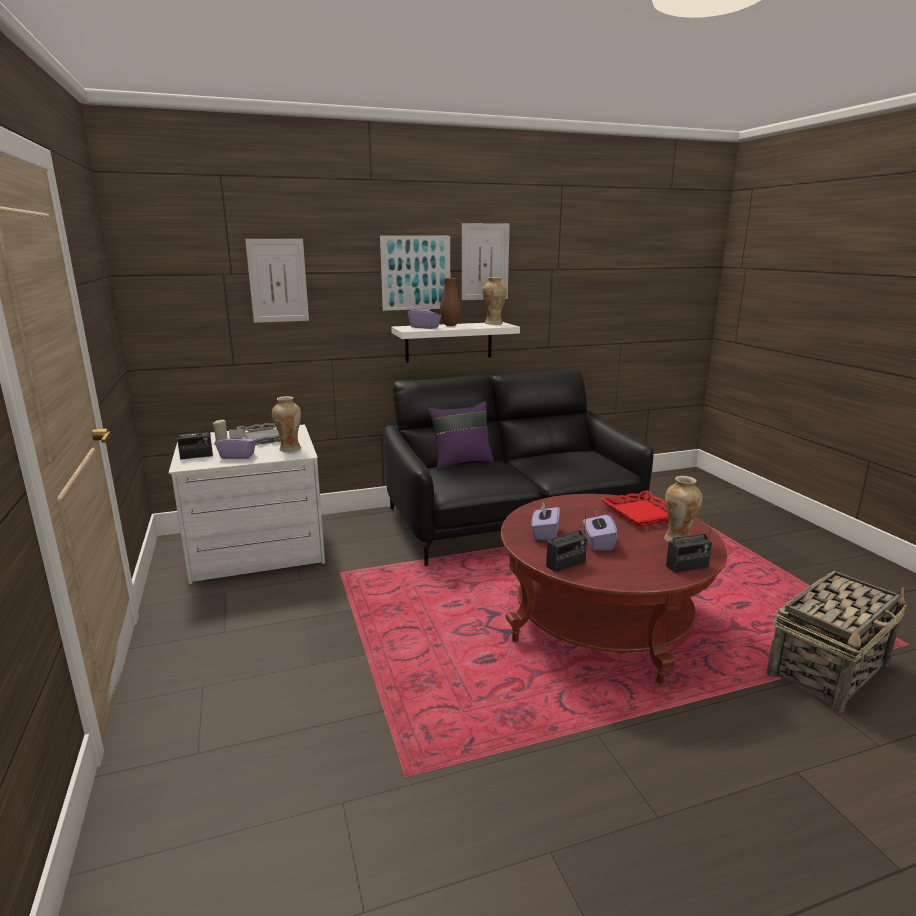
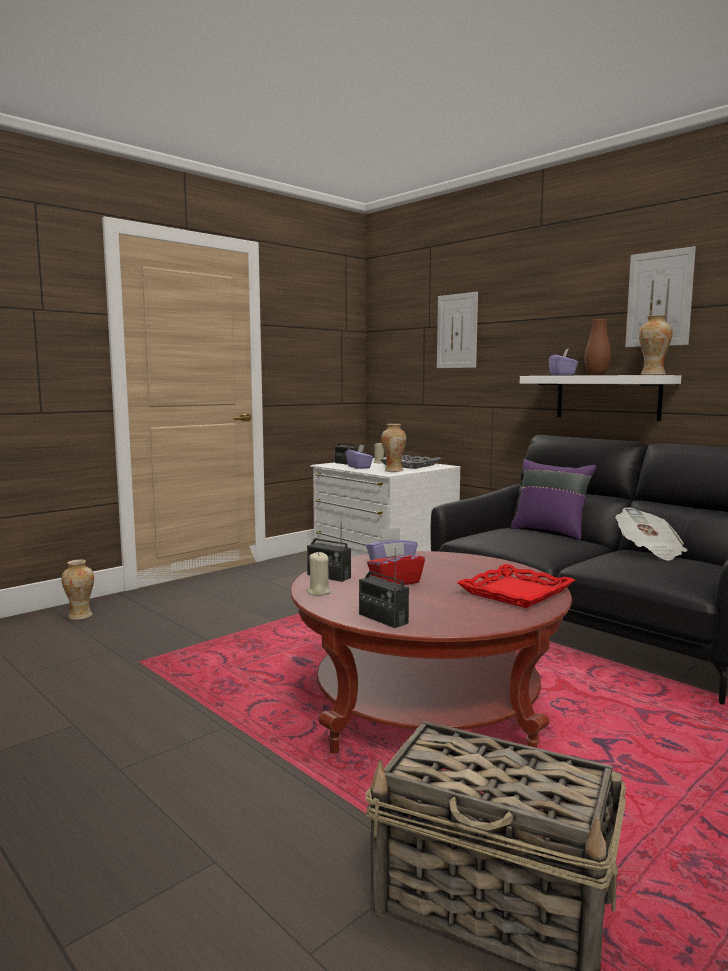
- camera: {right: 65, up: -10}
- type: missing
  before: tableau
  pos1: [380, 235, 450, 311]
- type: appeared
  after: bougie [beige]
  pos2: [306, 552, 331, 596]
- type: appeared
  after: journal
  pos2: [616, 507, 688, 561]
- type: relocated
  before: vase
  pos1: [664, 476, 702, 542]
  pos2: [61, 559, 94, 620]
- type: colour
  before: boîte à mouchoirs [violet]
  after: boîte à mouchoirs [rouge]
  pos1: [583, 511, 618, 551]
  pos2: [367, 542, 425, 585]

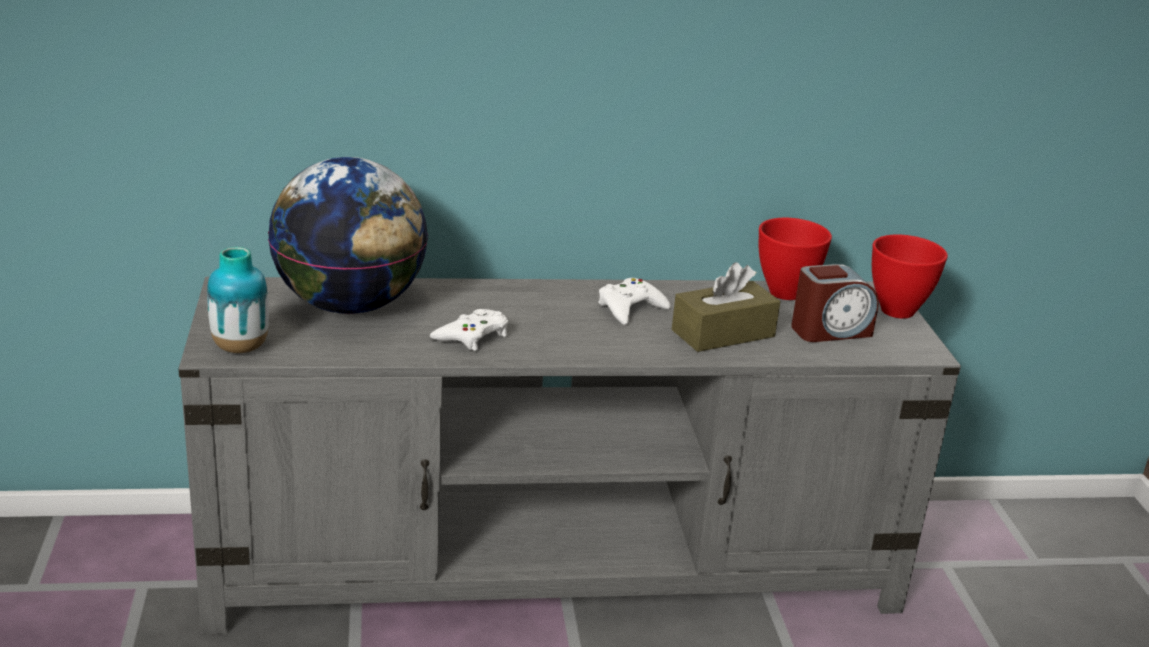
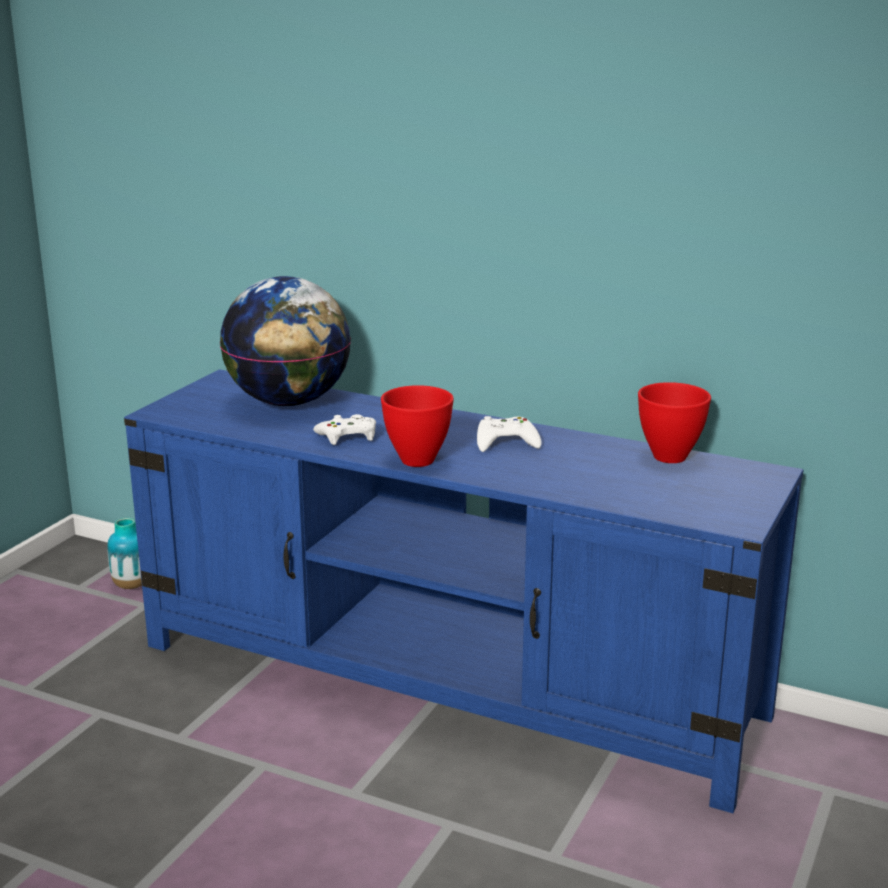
- camera: {right: 35, up: -5}
- type: missing
  before: boîte à mouchoirs [marron]
  pos1: [672, 262, 781, 352]
- type: missing
  before: réveil
  pos1: [791, 264, 879, 342]
- type: relocated
  before: vase
  pos1: [207, 247, 269, 353]
  pos2: [108, 518, 142, 589]
- type: relocated
  before: bol [rouge]
  pos1: [872, 234, 948, 319]
  pos2: [381, 385, 454, 467]
- type: colour
  before: meuble télé [gris]
  after: meuble télé [bleu]
  pos1: [178, 277, 961, 634]
  pos2: [124, 369, 803, 813]

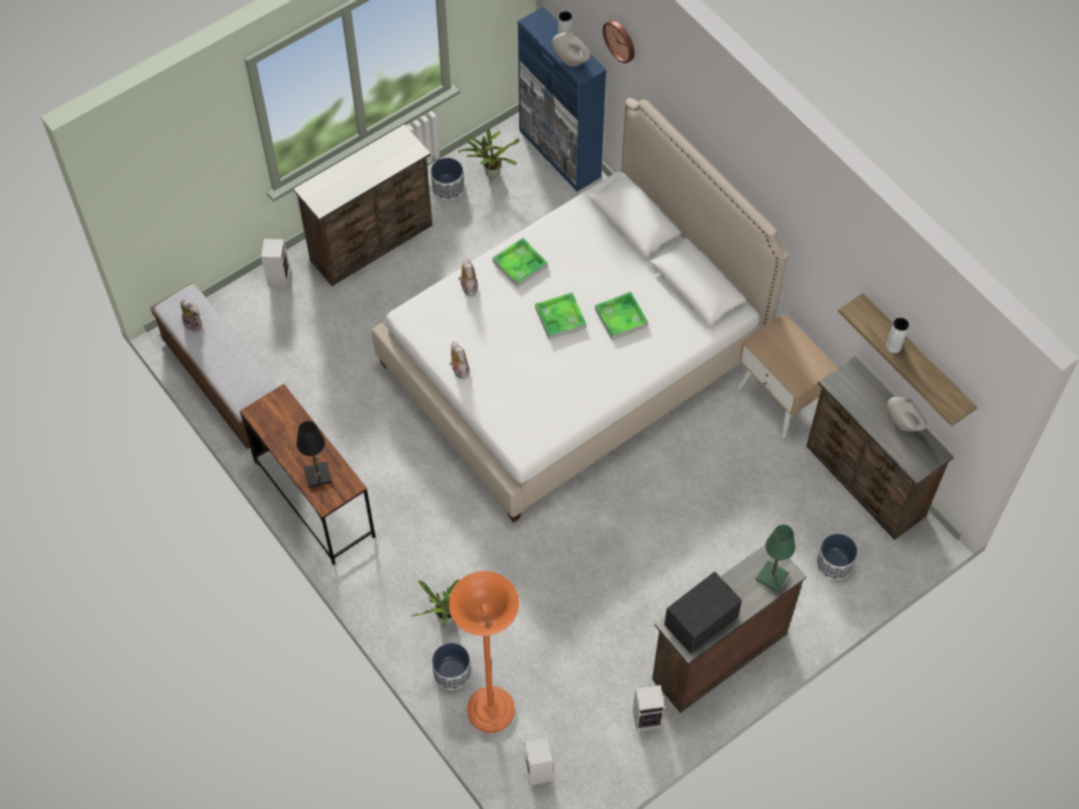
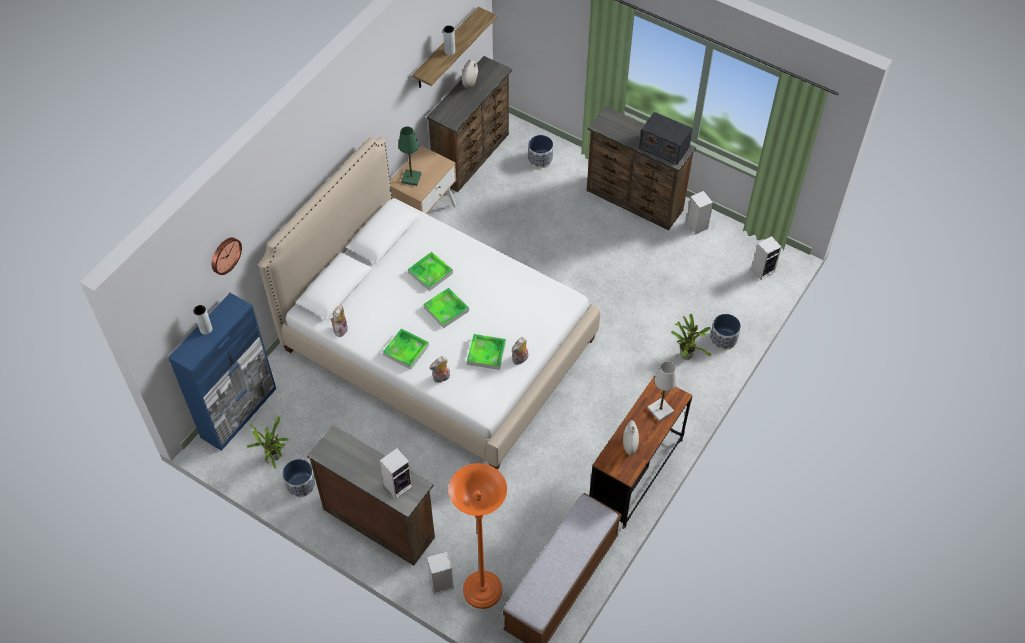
- camera: {right: -110, up: -5}
- type: appeared
  after: enceinte
  pos2: [380, 448, 413, 499]
- type: appeared
  after: plateau
  pos2: [467, 334, 506, 370]
- type: relocated
  before: peluche
  pos1: [180, 299, 202, 332]
  pos2: [330, 305, 348, 337]
- type: relocated
  before: lampadaire [orange]
  pos1: [449, 571, 519, 733]
  pos2: [449, 463, 507, 609]
- type: relocated
  before: vase [blanc]
  pos1: [552, 30, 591, 66]
  pos2: [623, 420, 639, 456]
- type: relocated
  before: lampe de table [vert]
  pos1: [756, 525, 795, 592]
  pos2: [398, 127, 422, 186]
- type: colour
  before: lampe de table [noir]
  after: lampe de table [blanc]
  pos1: [297, 421, 332, 488]
  pos2: [647, 361, 678, 421]

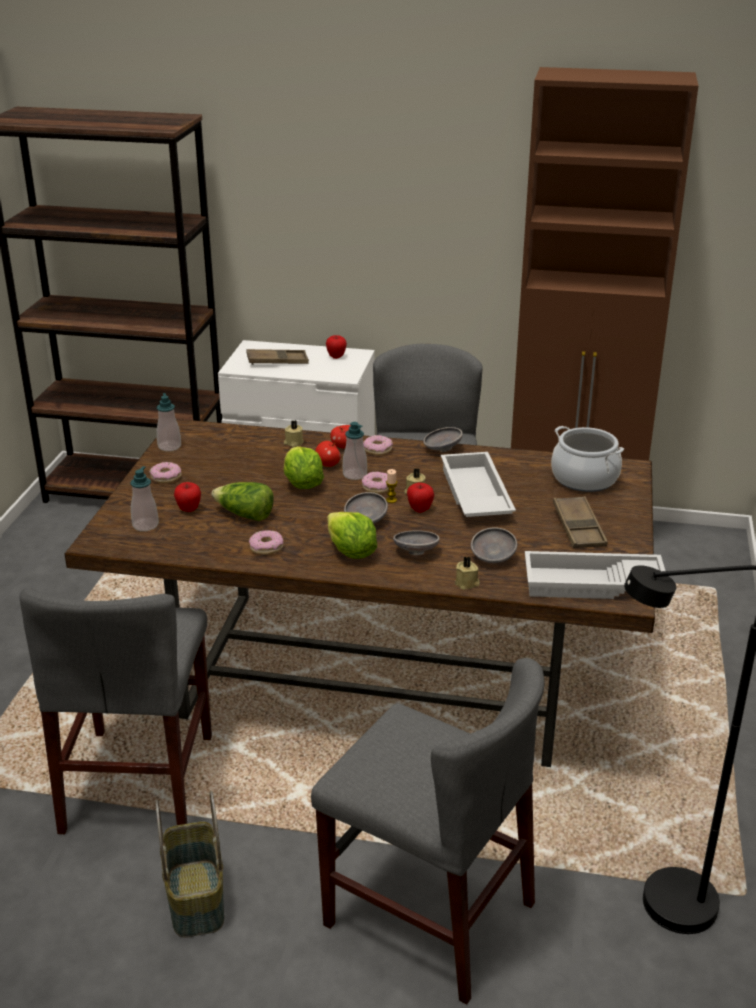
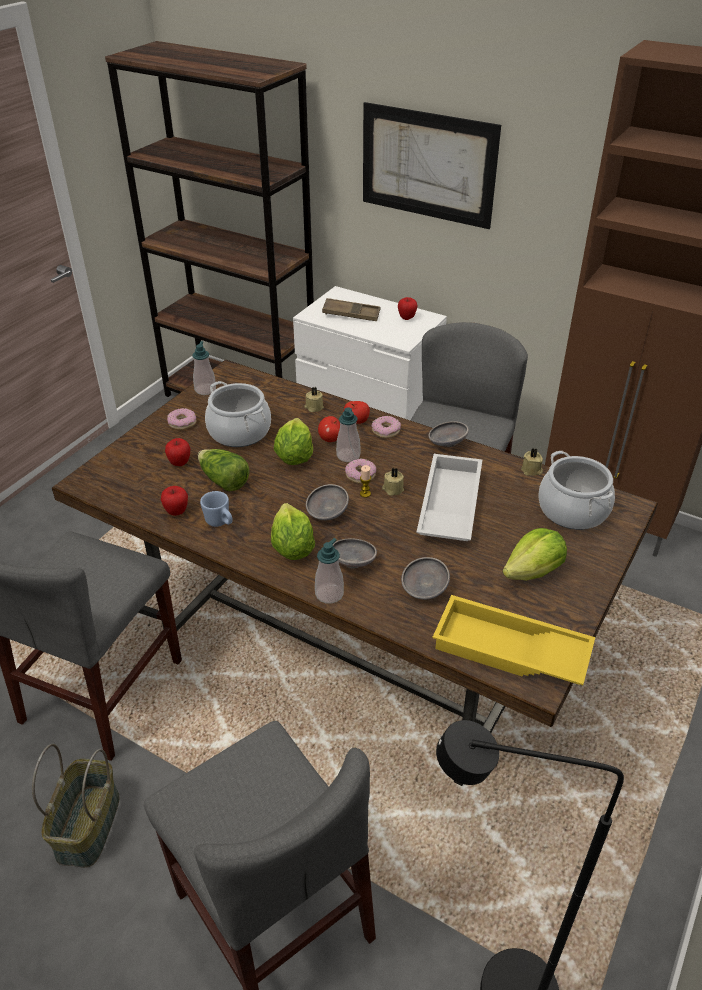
- camera: {right: 20, up: 10}
- type: appeared
  after: marmite
  pos2: [205, 381, 271, 447]
- type: appeared
  after: tableau
  pos2: [363, 102, 501, 229]
- type: relocated
  before: distributeur de savon
  pos1: [130, 466, 159, 531]
  pos2: [315, 538, 344, 604]
- type: relocated
  before: pomme
  pos1: [407, 483, 434, 513]
  pos2: [161, 486, 188, 516]
- type: relocated
  before: bougie [beige]
  pos1: [455, 556, 480, 590]
  pos2: [521, 448, 543, 476]
- type: exchanged
  before: beignet
  after: mug [bleu]
  pos1: [249, 530, 283, 555]
  pos2: [200, 491, 233, 527]
- type: exchanged
  before: plateau [marron]
  after: laitue
  pos1: [553, 496, 607, 548]
  pos2: [503, 528, 567, 581]
- type: colour
  before: plateau [blanc]
  after: plateau [jaune]
  pos1: [525, 551, 665, 599]
  pos2: [433, 595, 595, 685]

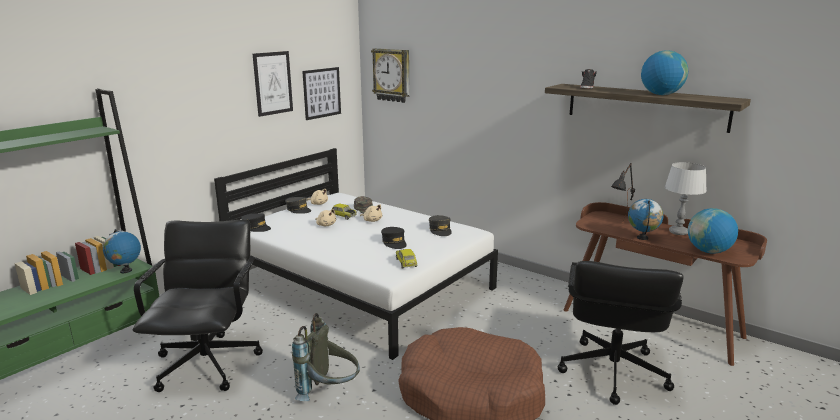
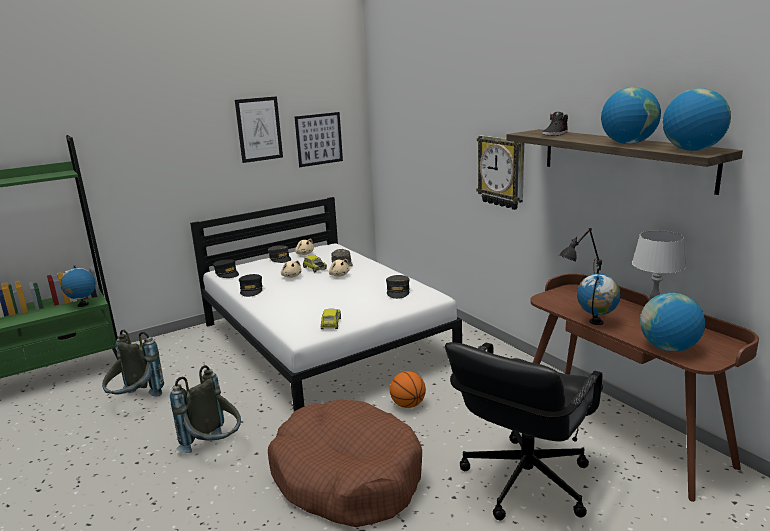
- camera: {right: 20, up: 0}
- type: appeared
  after: ballon de basket
  pos2: [390, 371, 426, 408]
- type: appeared
  after: globe
  pos2: [663, 88, 731, 151]
- type: relocated
  before: horloge murale
  pos1: [371, 48, 409, 103]
  pos2: [476, 135, 524, 210]
- type: relocated
  before: casquette [noir]
  pos1: [381, 227, 407, 249]
  pos2: [239, 274, 263, 297]
- type: exchanged
  before: chaise de bureau [noir]
  after: sac à dos [gris]
  pos1: [133, 220, 263, 392]
  pos2: [102, 329, 164, 397]

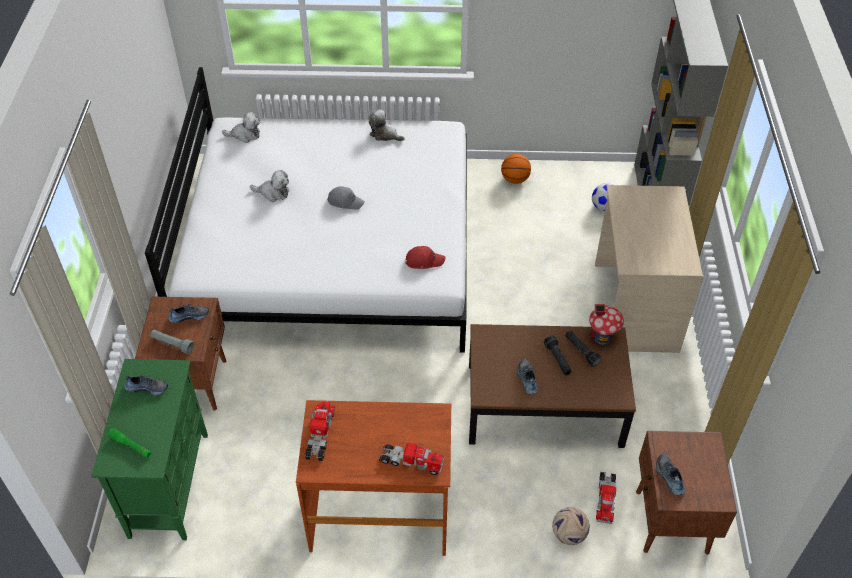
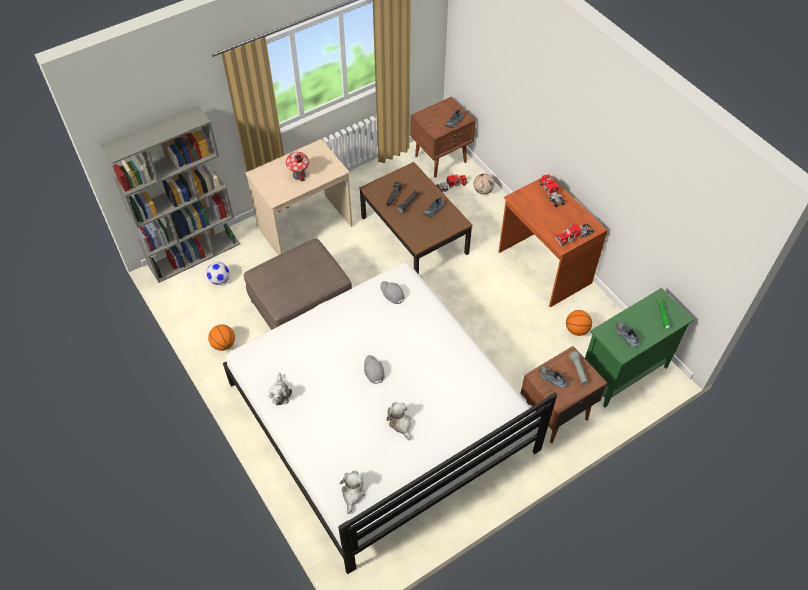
- camera: {right: -125, up: 5}
- type: appeared
  after: pouf [marron]
  pos2: [244, 238, 352, 330]
- type: appeared
  after: ballon de basket
  pos2: [566, 310, 592, 336]
- type: relocated
  before: maison miniature
  pos1: [589, 304, 624, 345]
  pos2: [286, 152, 309, 182]
- type: colour
  before: casquette [rouge]
  after: casquette [gris]
  pos1: [405, 246, 446, 269]
  pos2: [380, 281, 405, 304]
- type: spun
  before: peluche
  pos1: [222, 112, 260, 143]
  pos2: [339, 471, 365, 514]
  turn: 45

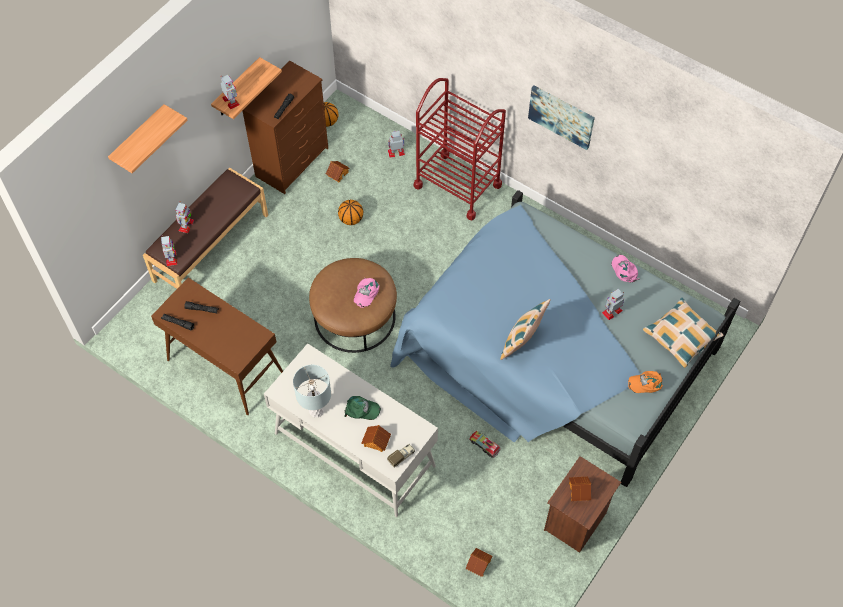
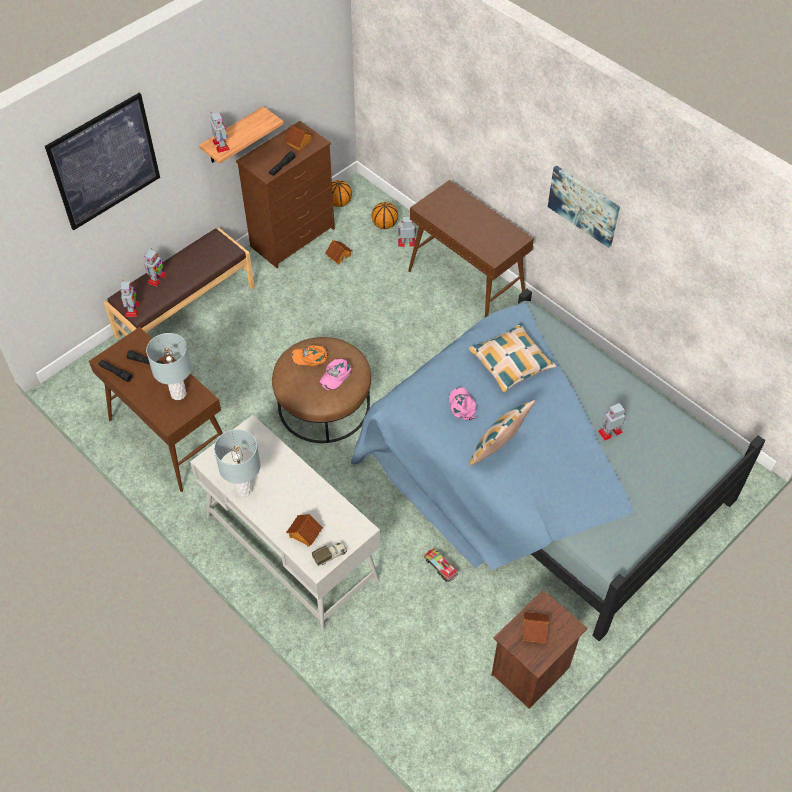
- camera: {right: 10, up: -5}
- type: missing
  before: casquette [vert]
  pos1: [344, 396, 381, 420]
- type: appeared
  after: lampe de table [gris]
  pos2: [146, 333, 192, 400]
- type: relocated
  before: ballon de basket
  pos1: [338, 200, 363, 225]
  pos2: [371, 202, 398, 229]
- type: relocated
  before: maison miniature
  pos1: [466, 548, 493, 577]
  pos2: [285, 125, 313, 151]
- type: relocated
  before: casquette [rose]
  pos1: [612, 255, 640, 283]
  pos2: [449, 387, 477, 420]
- type: relocated
  before: casquette [orange]
  pos1: [628, 371, 663, 393]
  pos2: [291, 345, 328, 366]
- type: relocated
  before: coussin
  pos1: [643, 298, 724, 368]
  pos2: [469, 323, 557, 392]
- type: exchanged
  before: étagère
  after: tableau
  pos1: [108, 104, 187, 173]
  pos2: [45, 93, 160, 230]
- type: exchanged
  before: chariot [rouge]
  after: table console [marron]
  pos1: [414, 78, 506, 220]
  pos2: [408, 180, 534, 317]

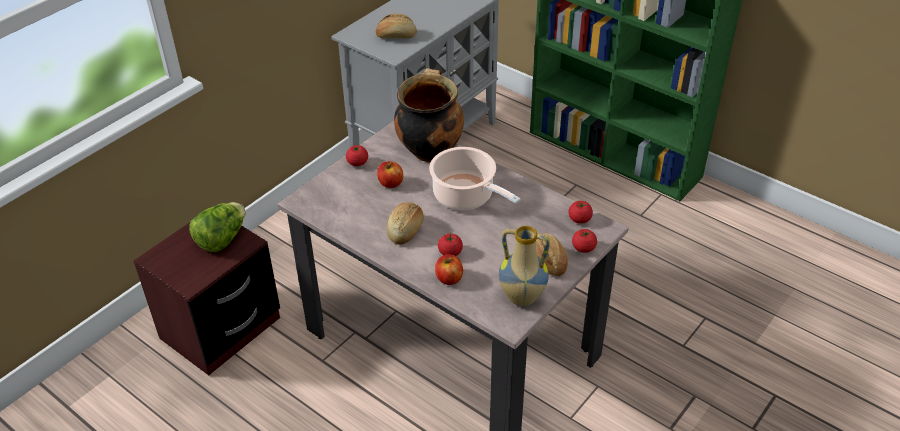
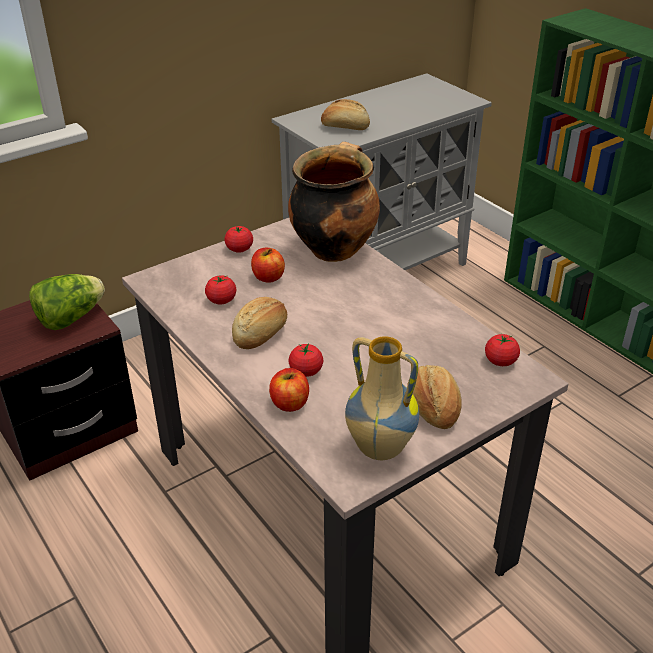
- camera: {right: 15, up: -5}
- type: missing
  before: marmite
  pos1: [429, 147, 520, 210]
- type: relocated
  before: tomate
  pos1: [572, 229, 597, 253]
  pos2: [205, 275, 236, 305]

